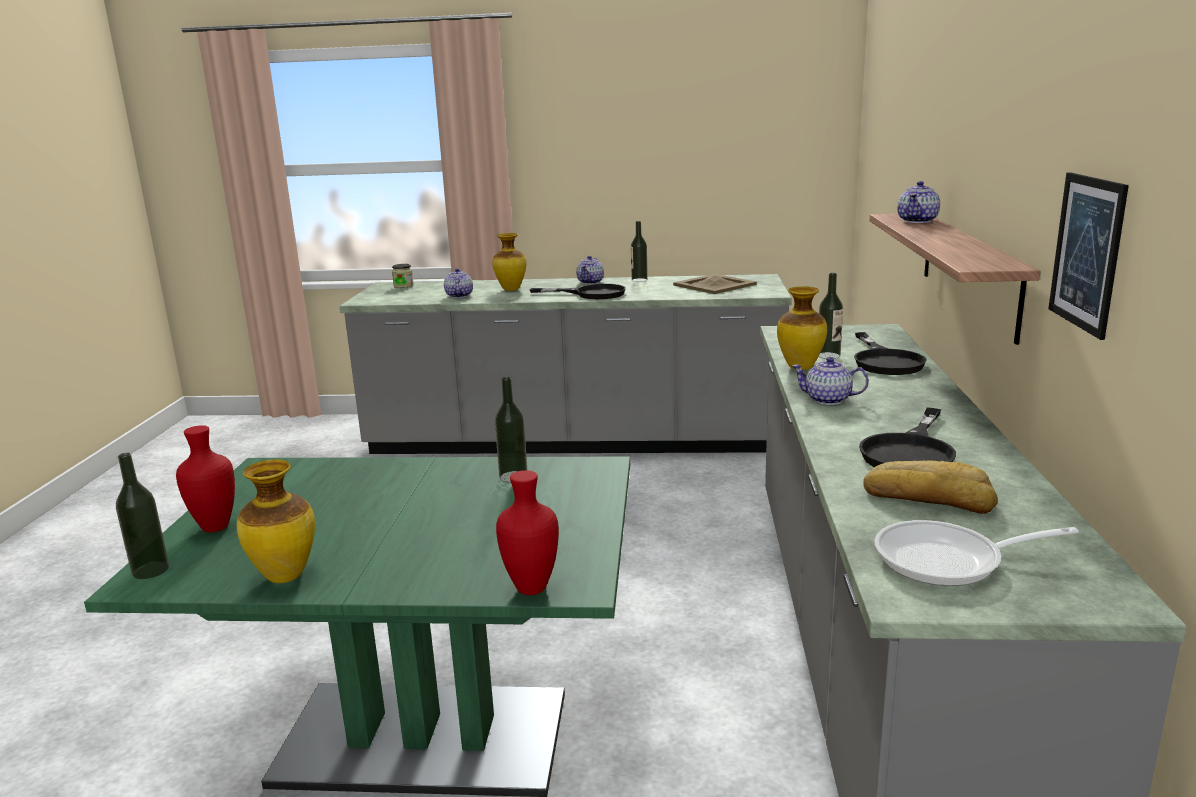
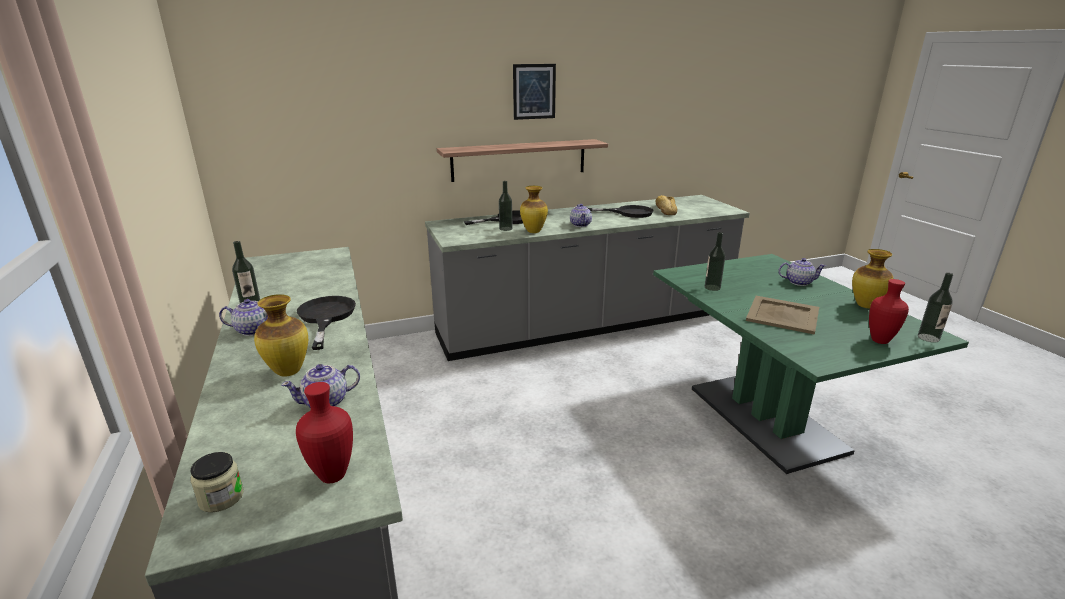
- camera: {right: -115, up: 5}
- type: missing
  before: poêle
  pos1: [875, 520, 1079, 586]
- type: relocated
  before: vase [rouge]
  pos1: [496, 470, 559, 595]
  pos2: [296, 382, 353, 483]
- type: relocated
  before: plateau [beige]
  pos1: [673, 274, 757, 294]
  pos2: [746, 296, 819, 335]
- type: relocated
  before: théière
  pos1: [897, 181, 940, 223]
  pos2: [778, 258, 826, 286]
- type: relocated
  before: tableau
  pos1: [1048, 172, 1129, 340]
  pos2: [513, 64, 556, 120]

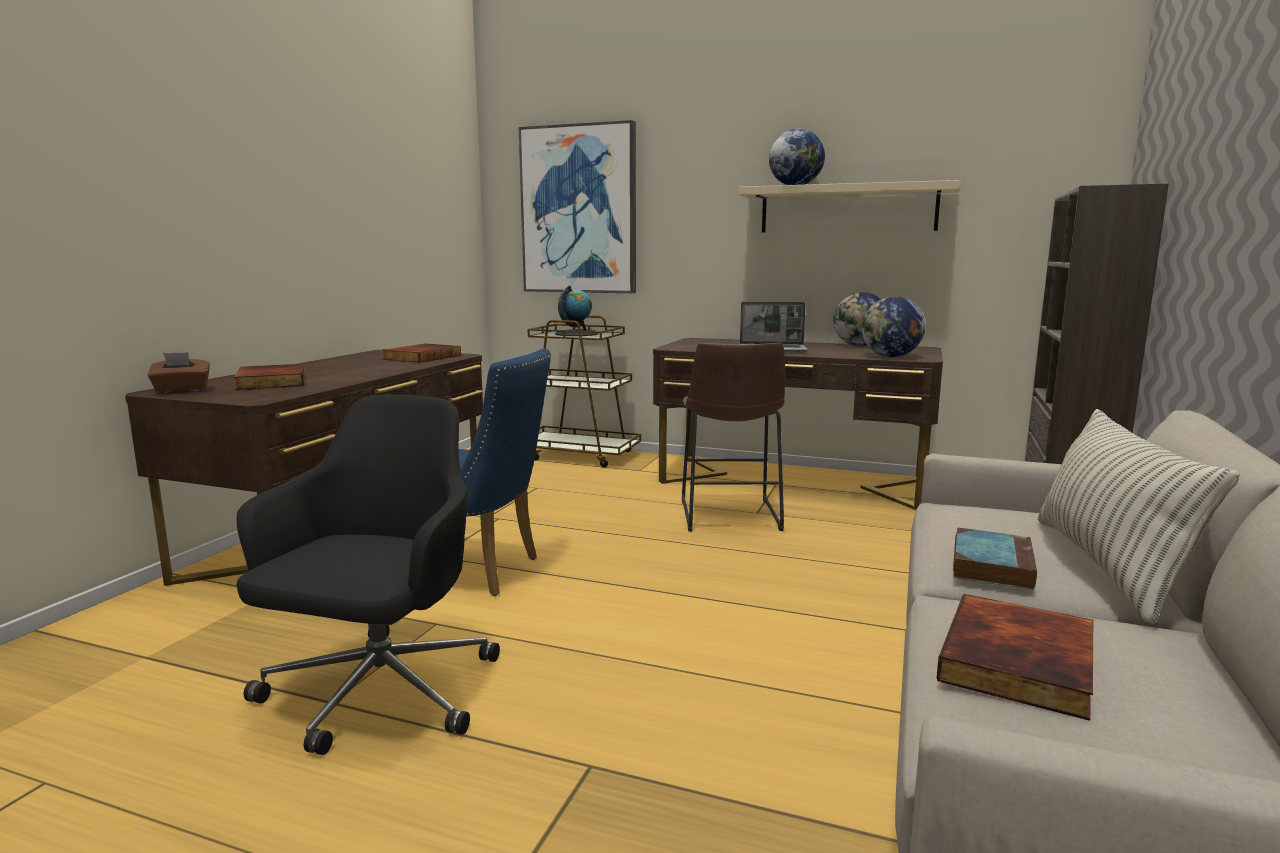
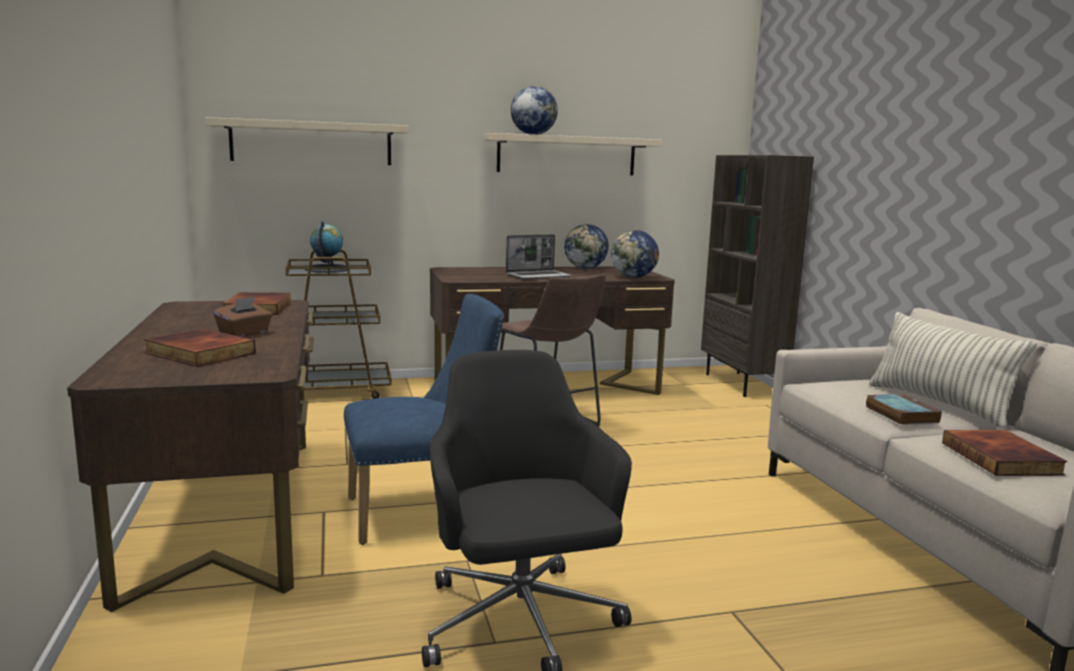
- camera: {right: -35, up: 0}
- type: relocated
  before: boîte à mouchoirs [marron]
  pos1: [148, 352, 210, 394]
  pos2: [214, 297, 272, 337]
- type: exchanged
  before: tableau
  after: étagère [beige]
  pos1: [519, 120, 636, 293]
  pos2: [206, 117, 409, 165]

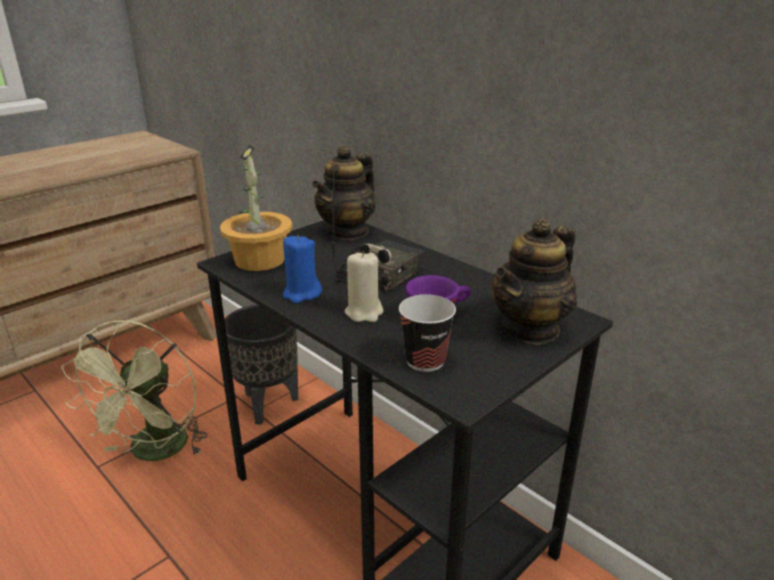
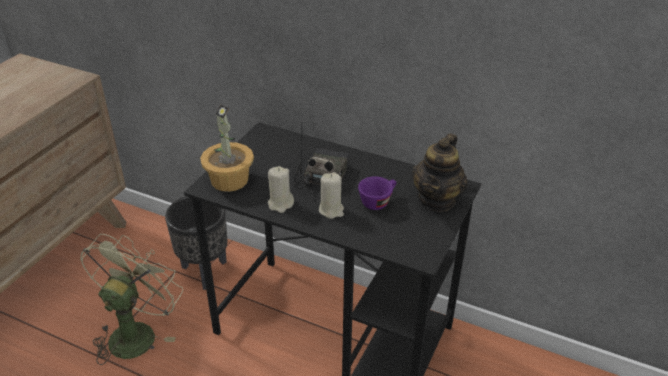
- camera: {right: -20, up: 10}
- type: missing
  before: théière
  pos1: [312, 145, 376, 240]
- type: missing
  before: tasse
  pos1: [399, 294, 456, 372]
- type: colour
  before: bougie [bleu]
  after: bougie [beige]
  pos1: [283, 235, 322, 304]
  pos2: [268, 166, 294, 213]
- type: spun
  before: ventilateur [vert]
  pos1: [61, 320, 208, 461]
  pos2: [80, 234, 183, 365]
  turn: -150

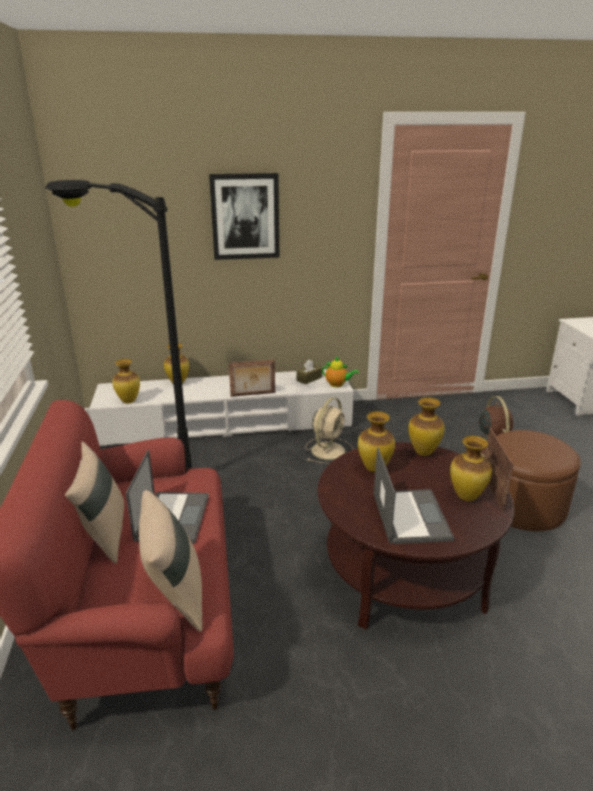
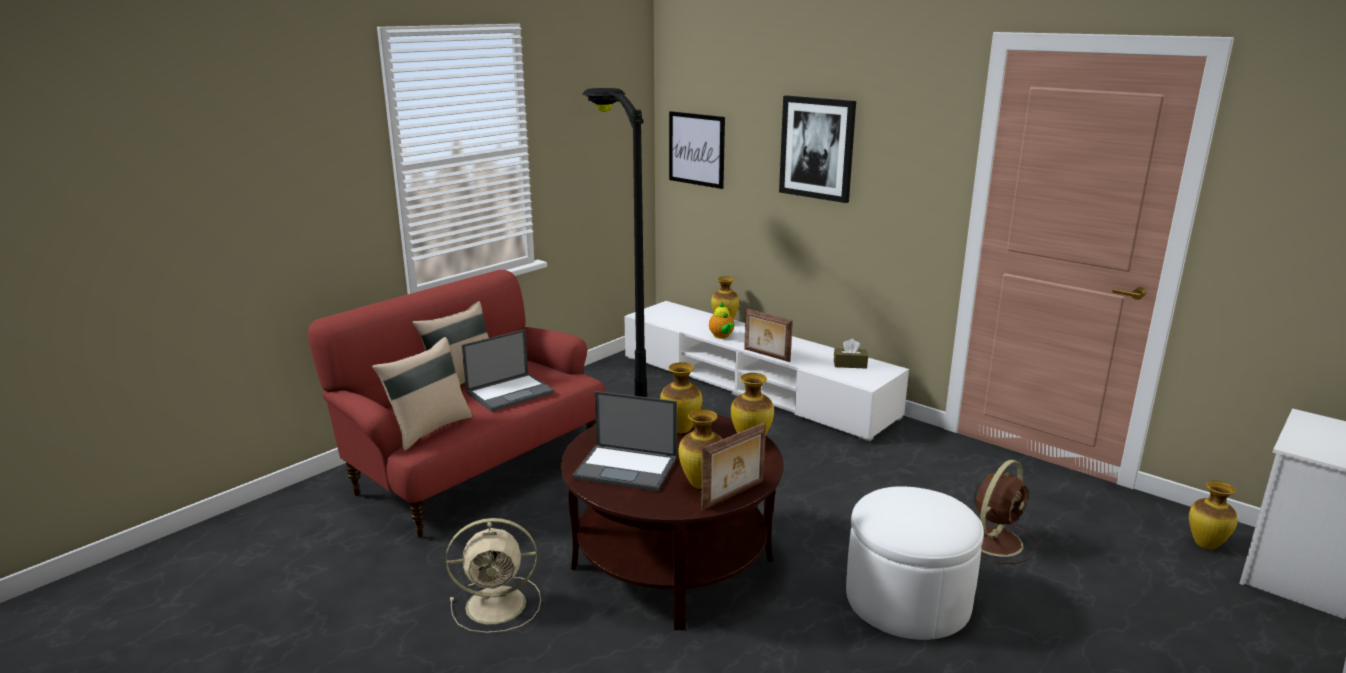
- camera: {right: 50, up: -5}
- type: appeared
  after: tableau
  pos2: [669, 111, 725, 189]
- type: relocated
  before: vase
  pos1: [112, 359, 140, 404]
  pos2: [1189, 481, 1238, 550]
- type: relocated
  before: ventilateur [beige]
  pos1: [305, 397, 353, 464]
  pos2: [446, 518, 541, 633]
- type: relocated
  before: théière
  pos1: [322, 356, 359, 387]
  pos2: [709, 302, 734, 339]
- type: colour
  before: pouf [marron]
  after: pouf [blanc]
  pos1: [496, 430, 581, 531]
  pos2: [846, 486, 984, 640]
- type: spun
  before: ordinateur portable
  pos1: [374, 447, 454, 544]
  pos2: [573, 391, 677, 492]
  turn: 60

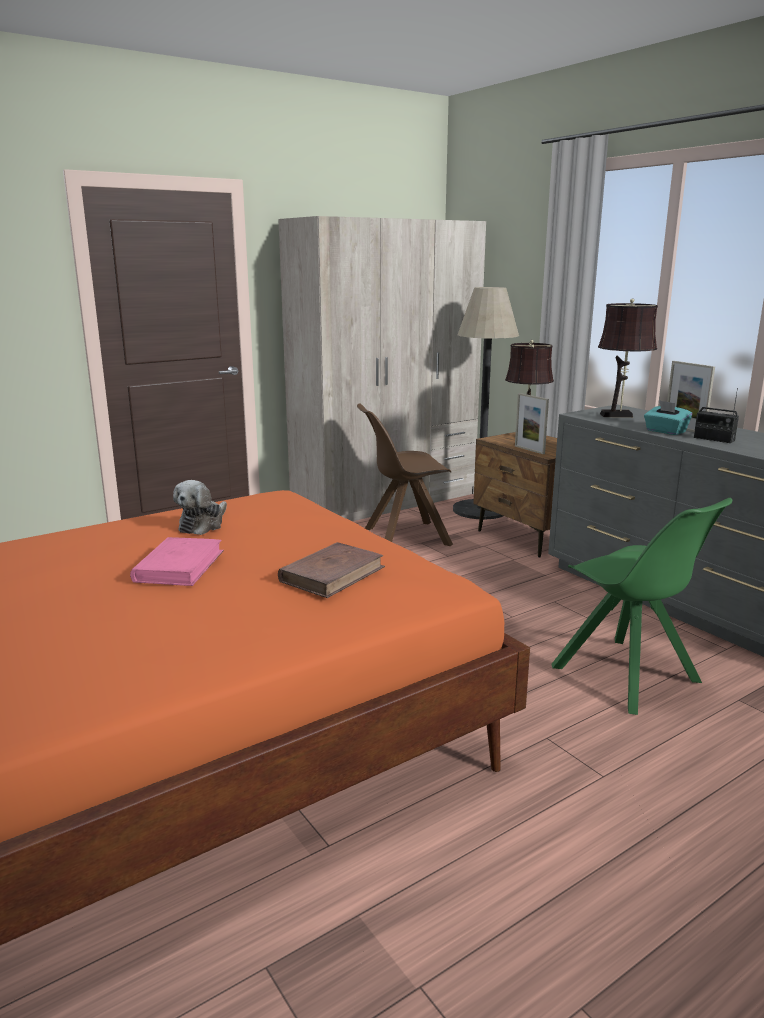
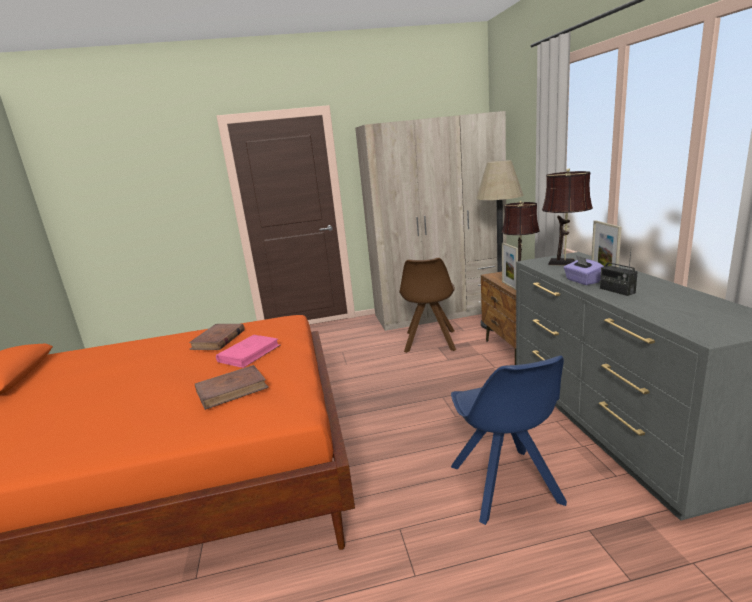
- camera: {right: 25, up: 0}
- type: relocated
  before: livre [rose]
  pos1: [130, 537, 224, 586]
  pos2: [216, 335, 280, 368]
- type: exchanged
  before: peluche
  after: livre [marron]
  pos1: [173, 480, 227, 535]
  pos2: [189, 324, 245, 350]
- type: colour
  before: chaise [vert]
  after: chaise [bleu]
  pos1: [551, 498, 732, 715]
  pos2: [451, 355, 567, 525]
- type: colour
  before: boîte à mouchoirs [turquoise]
  after: boîte à mouchoirs [violet]
  pos1: [644, 400, 692, 435]
  pos2: [564, 255, 604, 285]
- type: spun
  before: chaise [marron]
  pos1: [357, 404, 453, 546]
  pos2: [399, 258, 456, 353]
  turn: -90

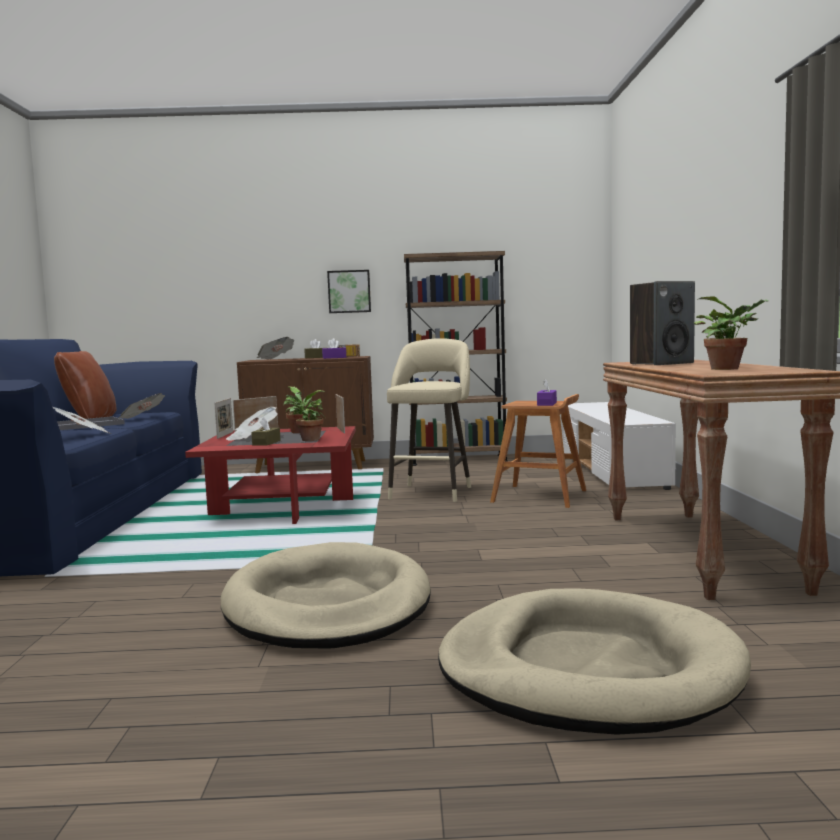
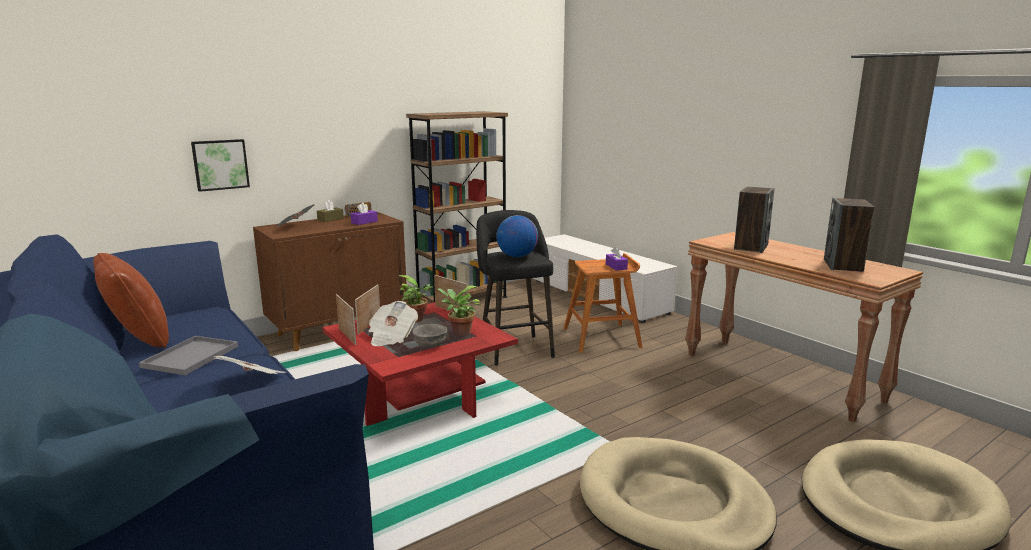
- camera: {right: -35, up: 10}
- type: missing
  before: journal
  pos1: [118, 393, 165, 419]
- type: appeared
  after: globe
  pos2: [496, 215, 538, 257]
- type: relocated
  before: tableau
  pos1: [327, 270, 371, 313]
  pos2: [191, 139, 250, 192]
- type: exchanged
  before: boîte à mouchoirs [marron]
  after: bol [gris]
  pos1: [251, 417, 281, 445]
  pos2: [413, 324, 447, 348]
- type: exchanged
  before: plante en pot
  after: enceinte
  pos1: [694, 296, 769, 370]
  pos2: [824, 198, 874, 272]
- type: colour
  before: tabouret [beige]
  after: tabouret [noir]
  pos1: [387, 338, 471, 502]
  pos2: [476, 210, 555, 365]

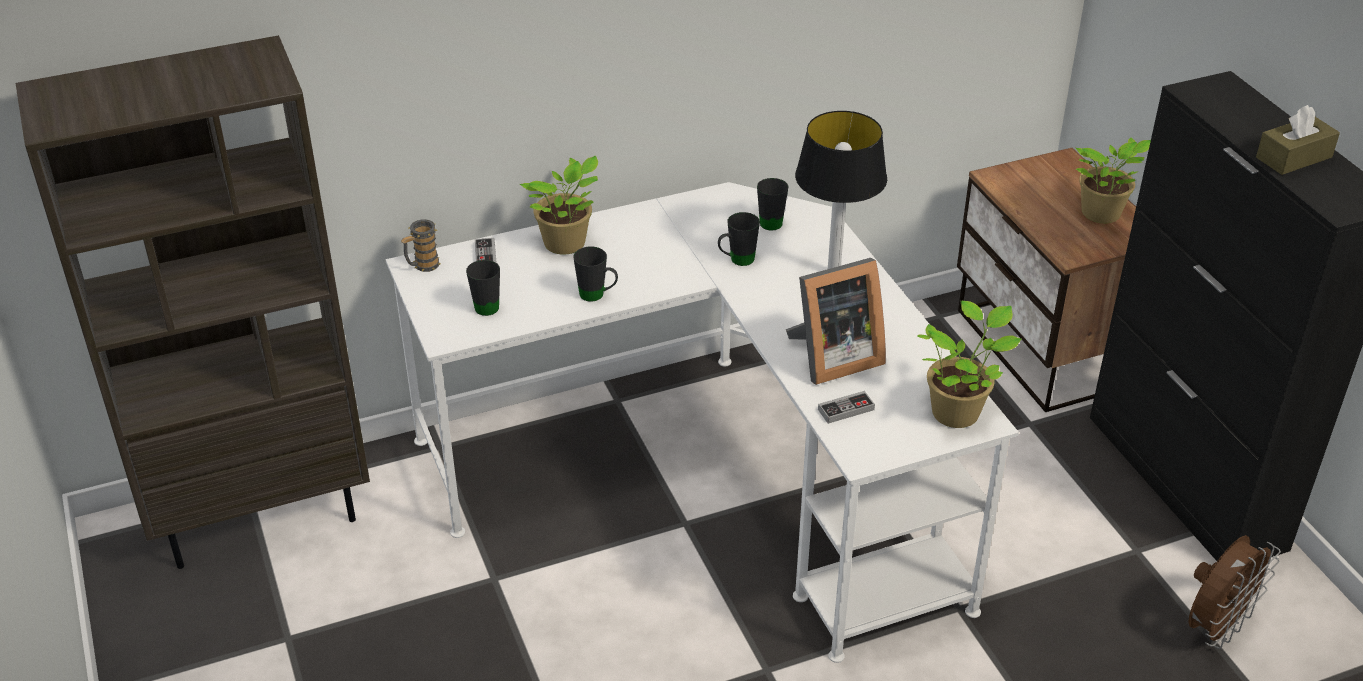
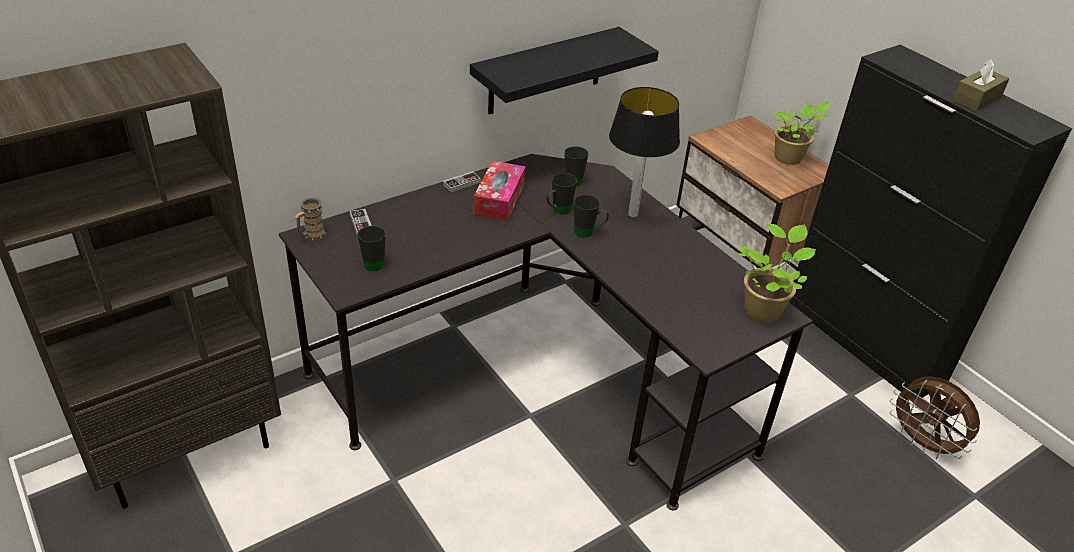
- camera: {right: -15, up: 0}
- type: missing
  before: plante en pot
  pos1: [519, 156, 598, 255]
- type: missing
  before: cadre photo
  pos1: [786, 258, 886, 385]
- type: appeared
  after: étagère [noir]
  pos2: [470, 27, 659, 115]
- type: appeared
  after: boîte à mouchoirs
  pos2: [474, 161, 525, 221]
- type: relocated
  before: mug [noir]
  pos1: [574, 247, 618, 302]
  pos2: [574, 195, 609, 238]
- type: relocated
  before: manette
  pos1: [818, 391, 875, 424]
  pos2: [443, 171, 481, 192]
- type: colour
  before: bureau [blanc]
  after: bureau [noir]
  pos1: [386, 182, 1019, 663]
  pos2: [279, 154, 813, 510]
- type: spun
  before: ventilateur [marron]
  pos1: [1188, 535, 1281, 649]
  pos2: [890, 376, 980, 459]
  turn: 105

